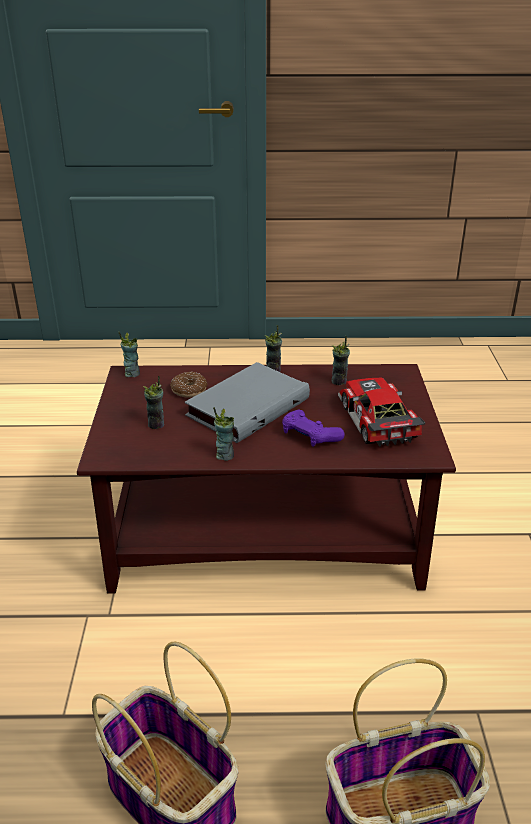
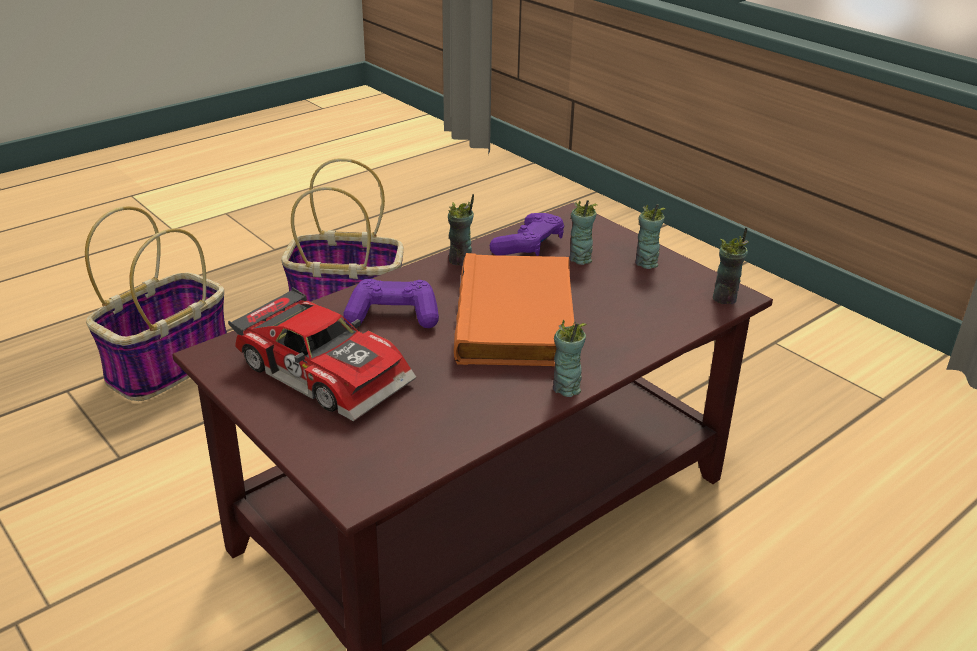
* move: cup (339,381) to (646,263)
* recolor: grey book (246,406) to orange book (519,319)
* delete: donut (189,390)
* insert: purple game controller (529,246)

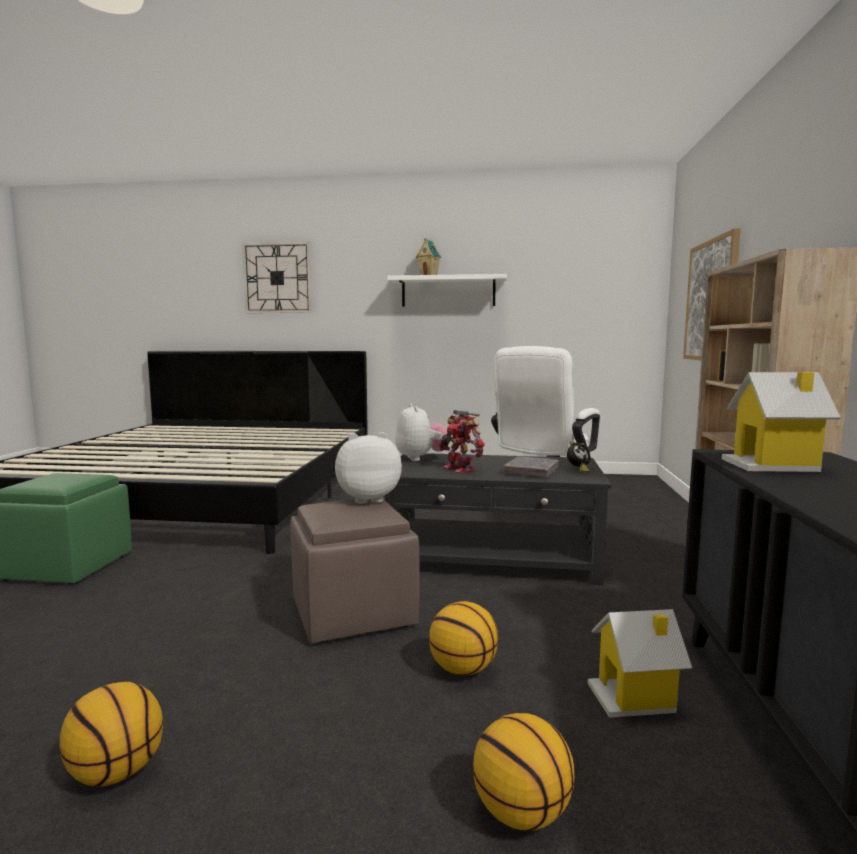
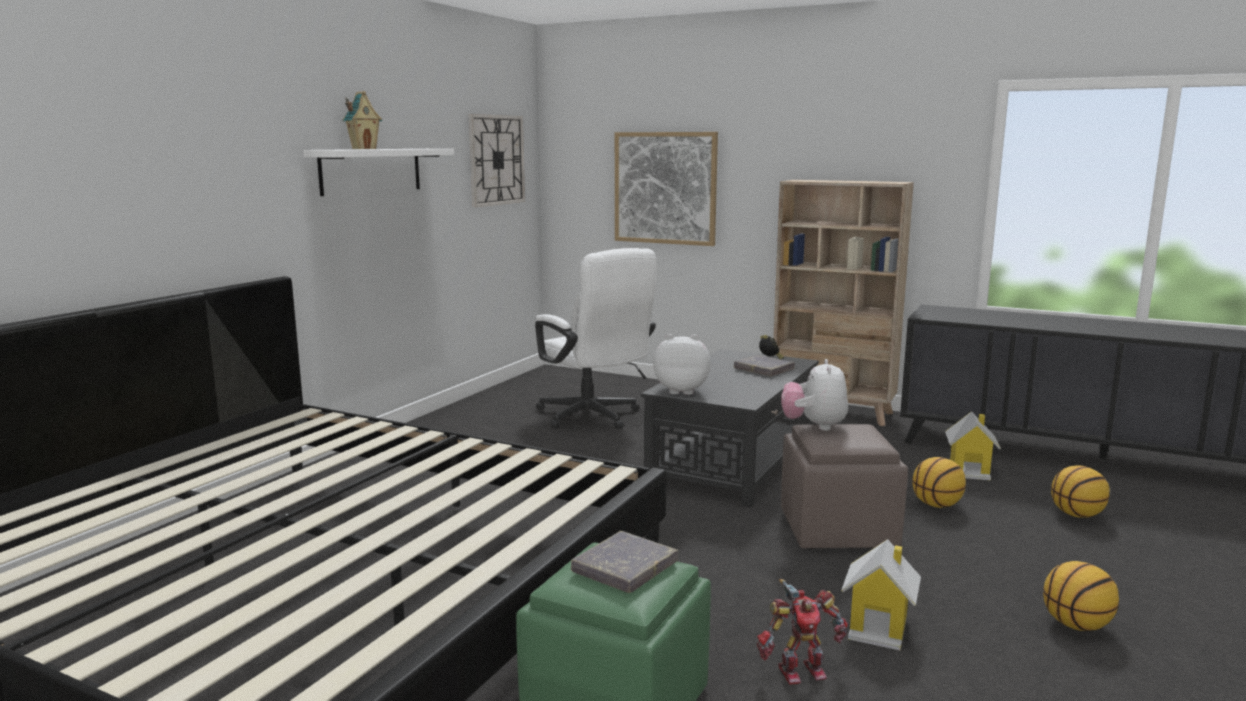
* move: wall clock (277,278) to (496,160)
* move: toy house (773,465) to (879,627)
* move: toy robot (460,469) to (800,670)
* insert: grey book (624,568)

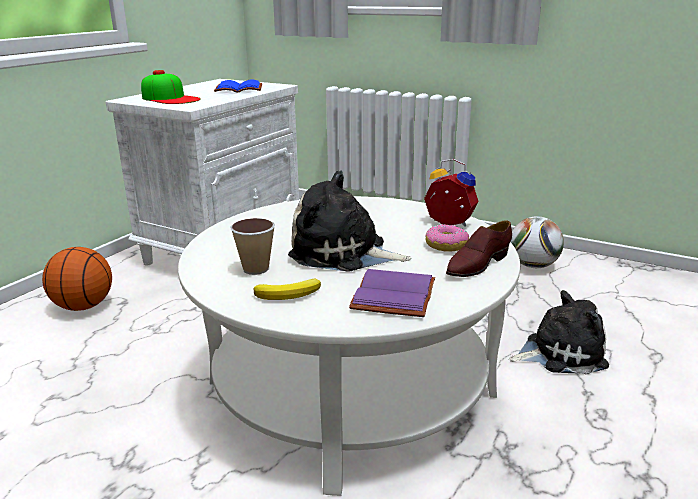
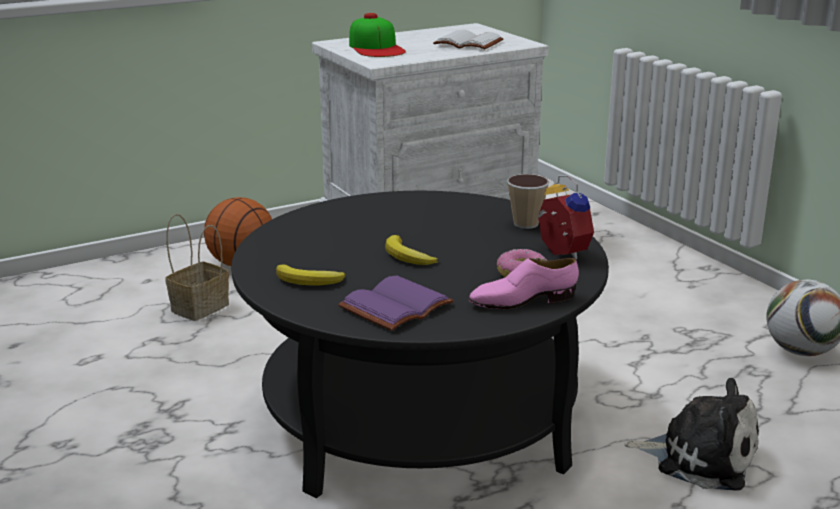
* recolor: blue book (238,89) to white book (466,44)
* replace: plush toy (343,253) to banana (407,256)
* recolor: white coffee table (350,387) to black coffee table (419,414)
* move: cup (256,269) to (526,224)
* recolor: brown shoe (477,264) to pink shoe (522,300)
* insert: basket (200,306)

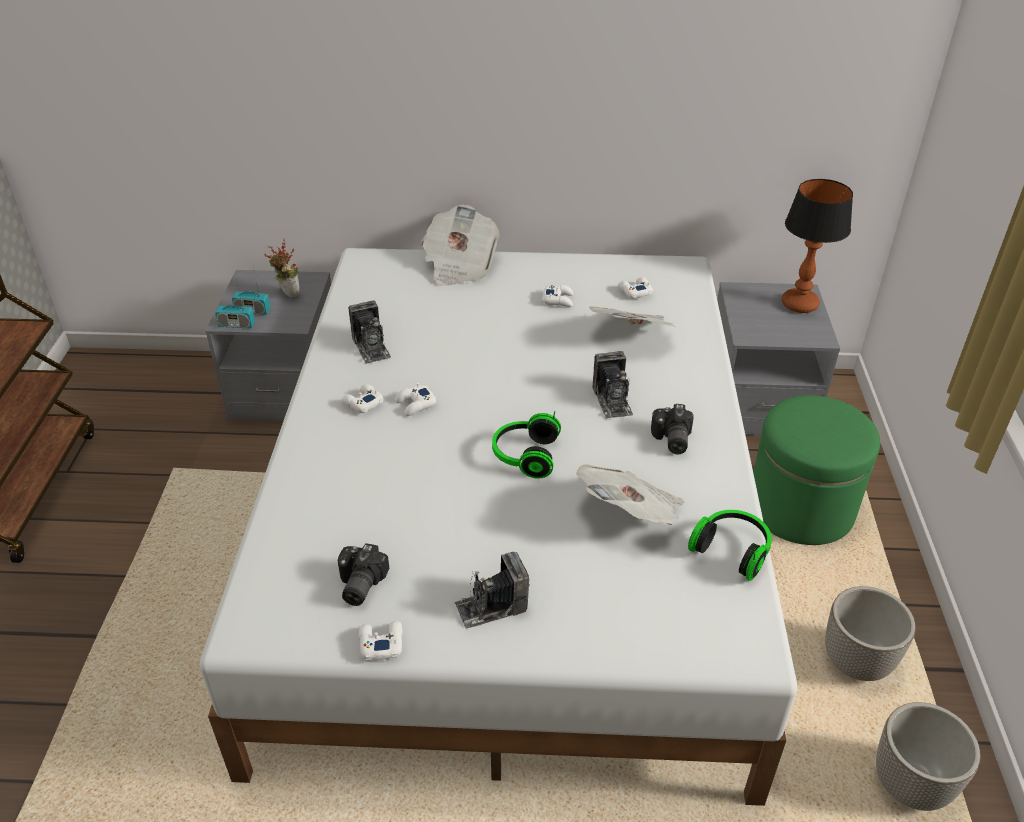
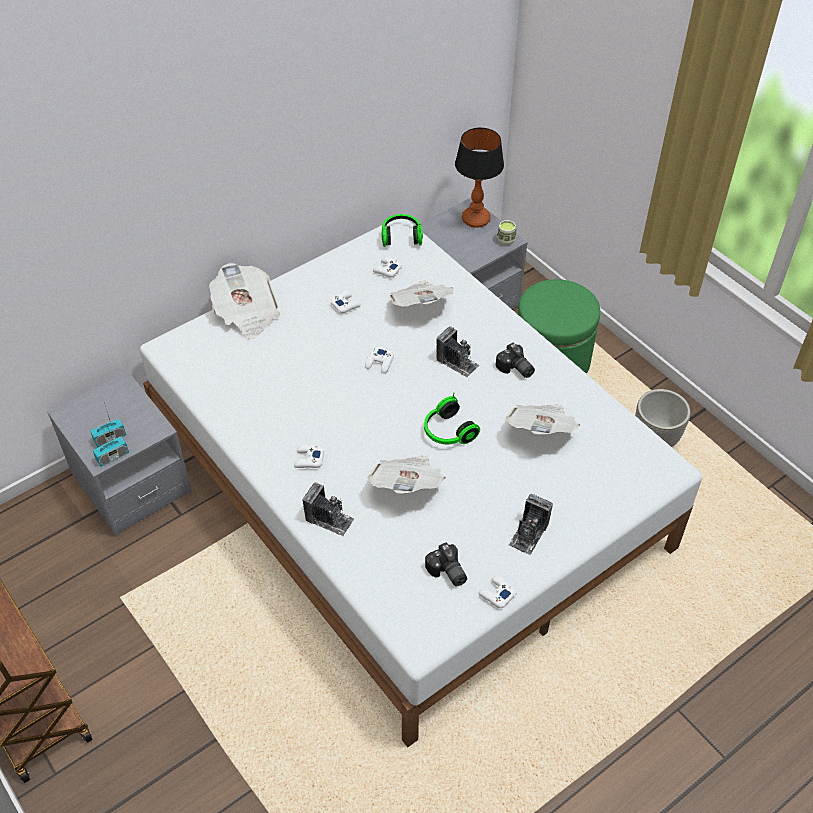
* delete: potted plant (287,294)
* move: photo camera (371,347) to (329,519)
* move: white game controller (415,404) to (380,363)
* move: headphones (732,550) to (401,237)
* delete: planter (909,784)
* insert: cup (506,240)
* insert: newspaper (407,486)

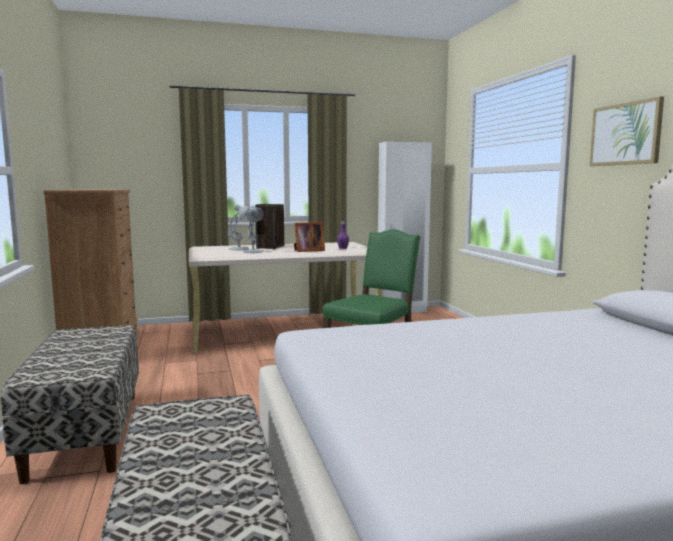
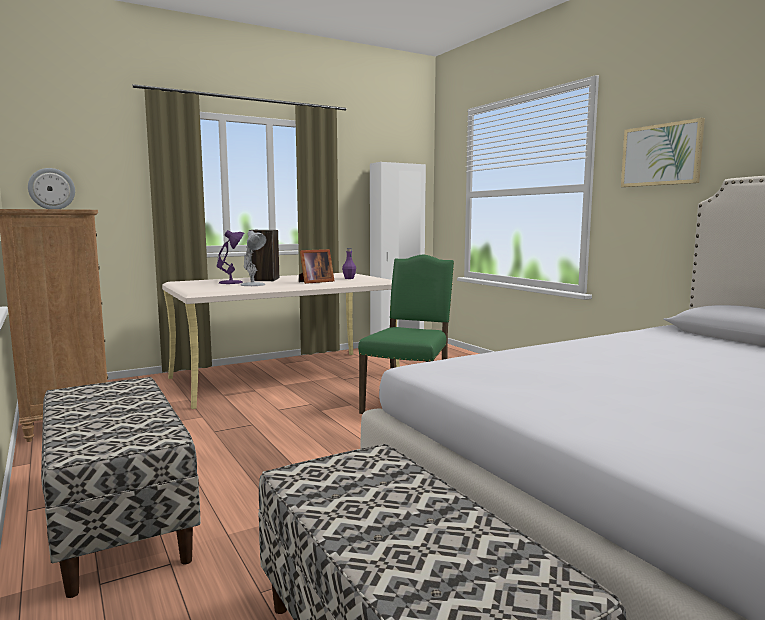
* recolor: white table lamp (240,249) to purple table lamp (232,282)
* insert: wall clock (51,189)

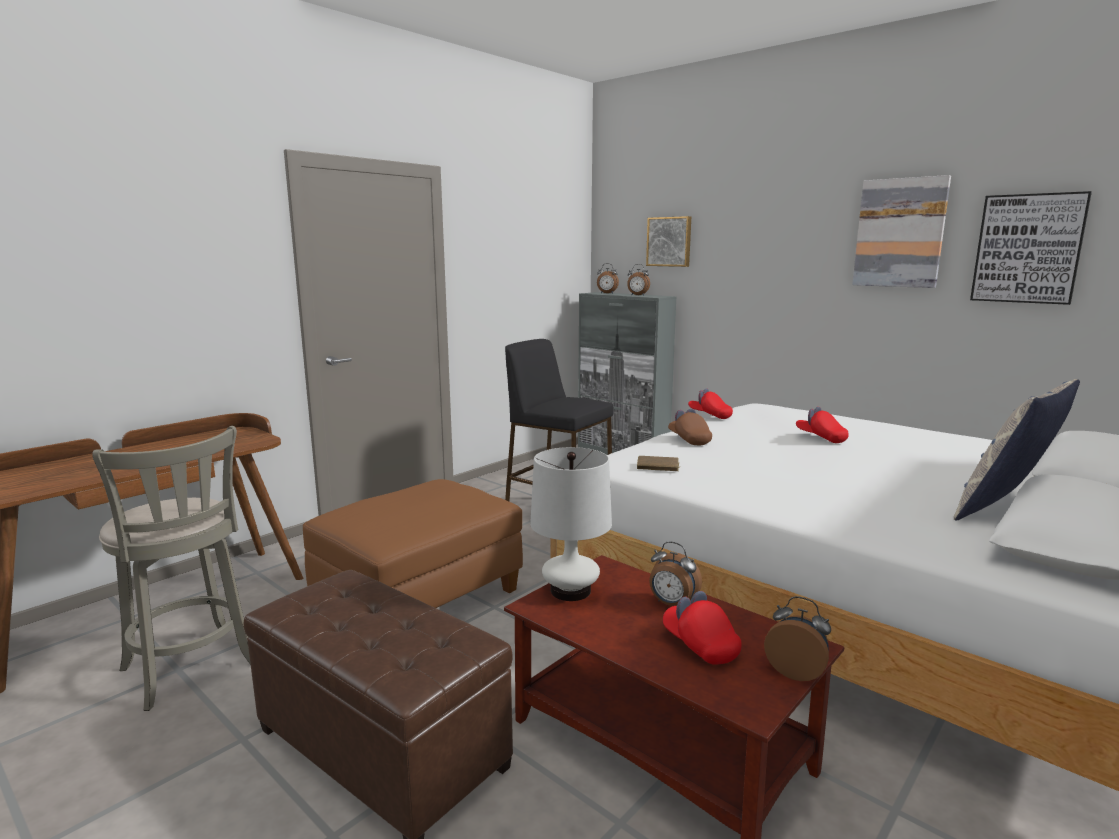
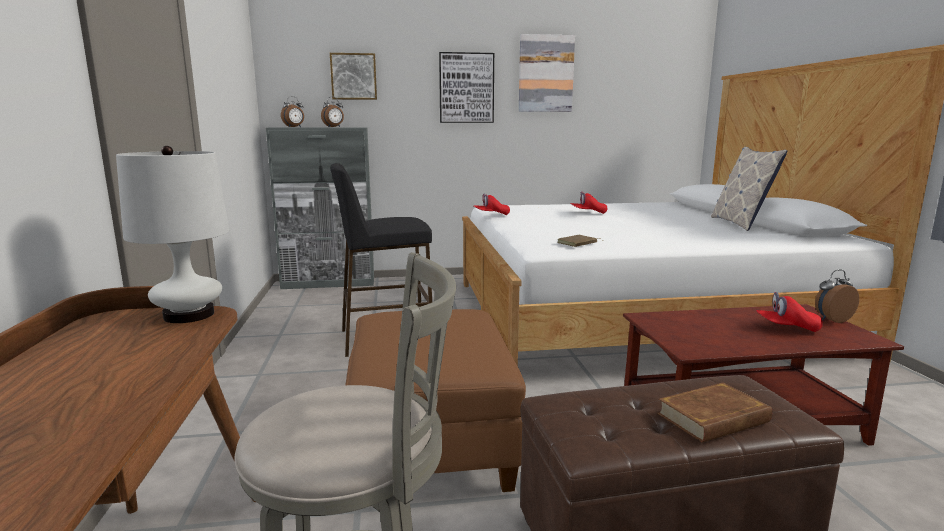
* move: picture (1028,249) to (466,88)
* delete: brown cap (689,439)
* move: white table lamp (570,591) to (189,315)
* delete: alarm clock (672,604)
* insert: brown book (714,418)

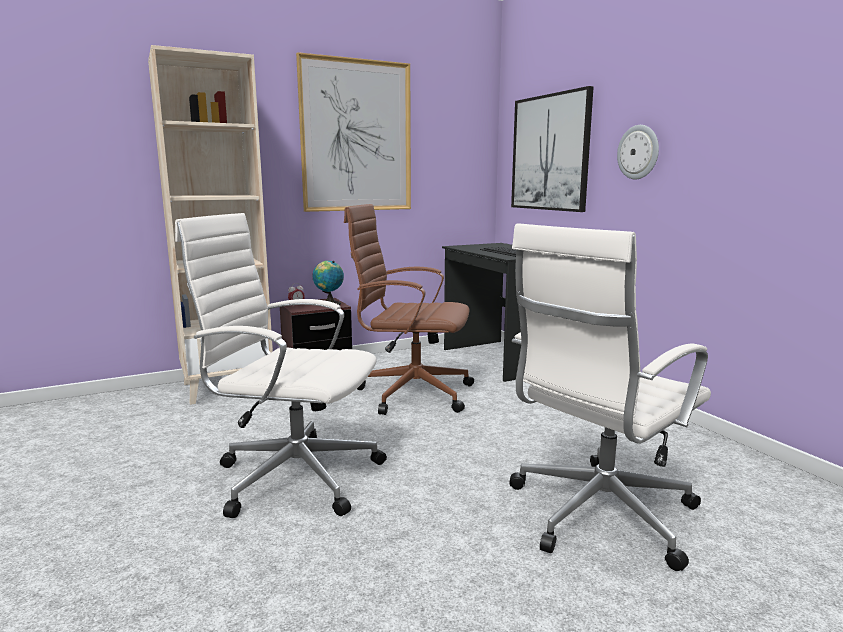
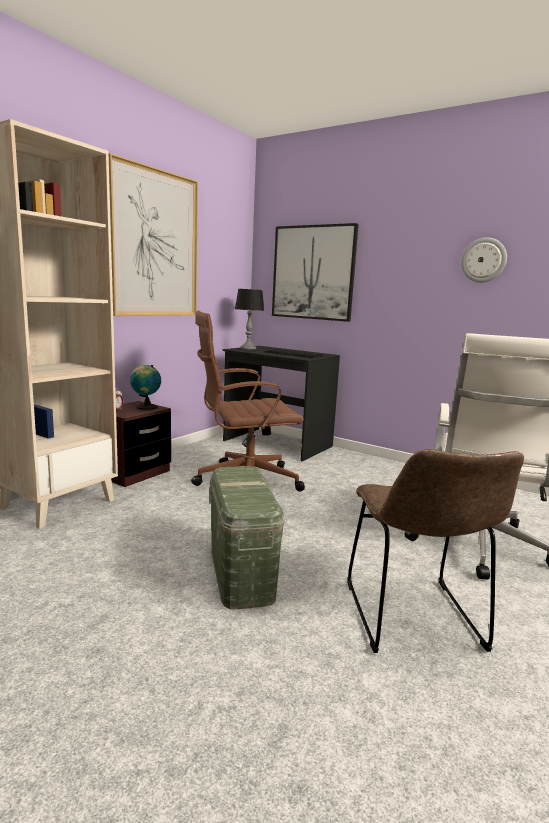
* move: wall clock (638,152) to (483,260)
* replace: white office chair (293,475) to green storage box (240,572)
* insert: table lamp (248,348)
* insert: brown chair (414,620)

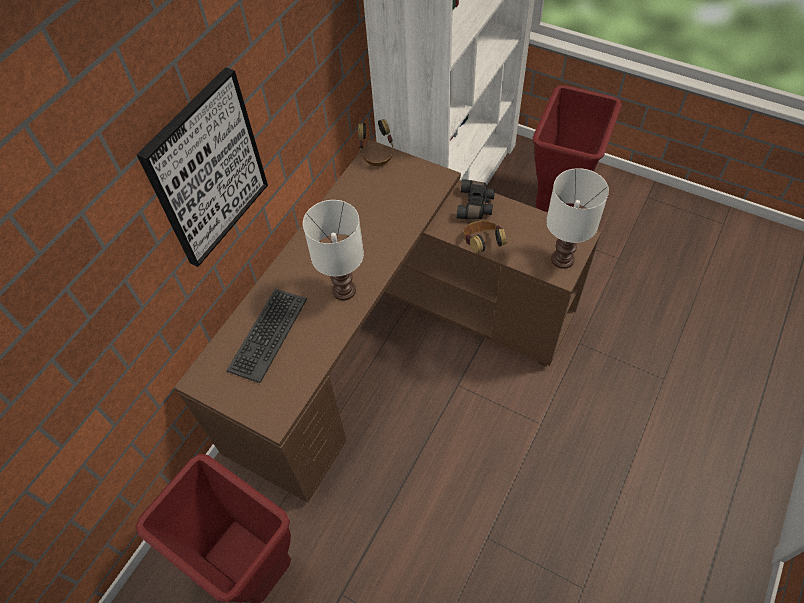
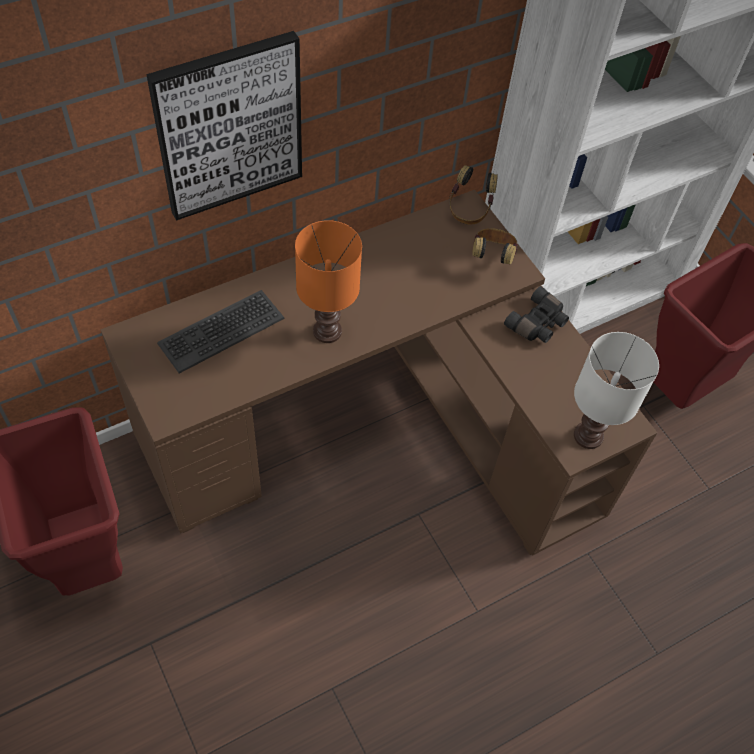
* recolor: white table lamp (345,290) to orange table lamp (328,331)
* move: headphones (482,244) to (492,257)

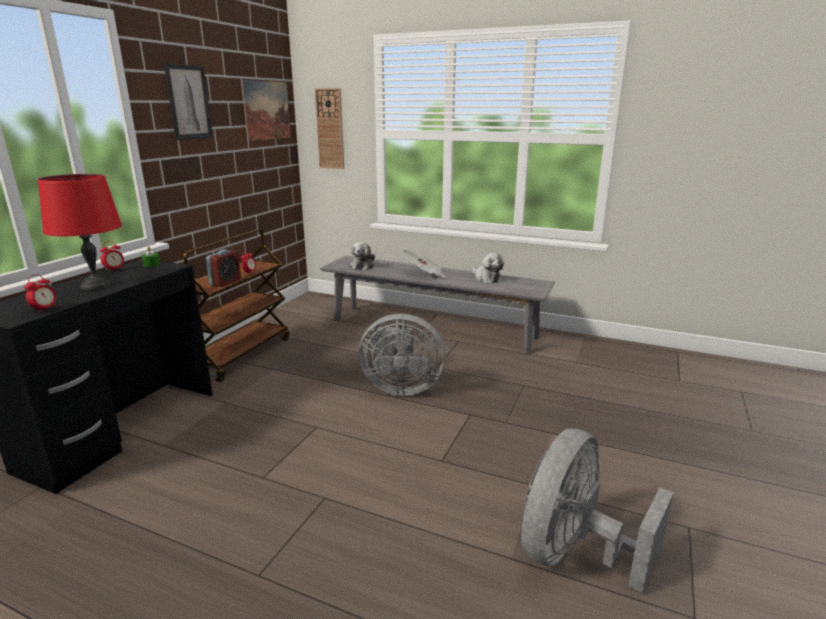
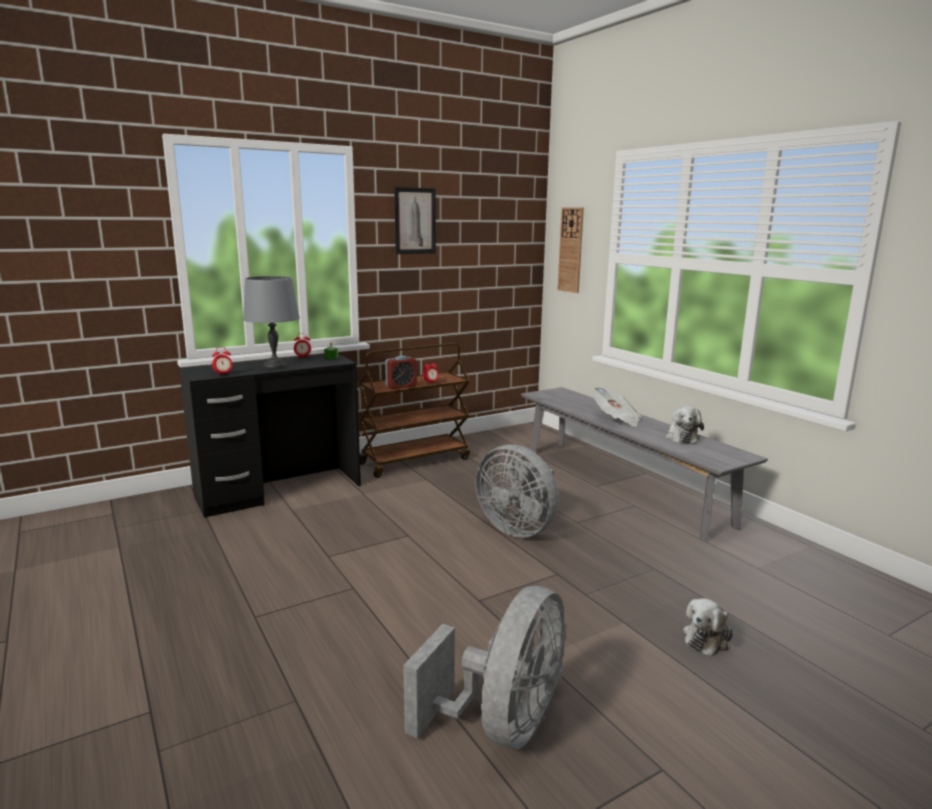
* delete: picture (267,110)
* recolor: red table lamp (95,285) to grey table lamp (274,365)
* move: plush toy (362,266) to (707,638)
* rotate: grey fan (574,553) = (502,724) 135 degrees clockwise

